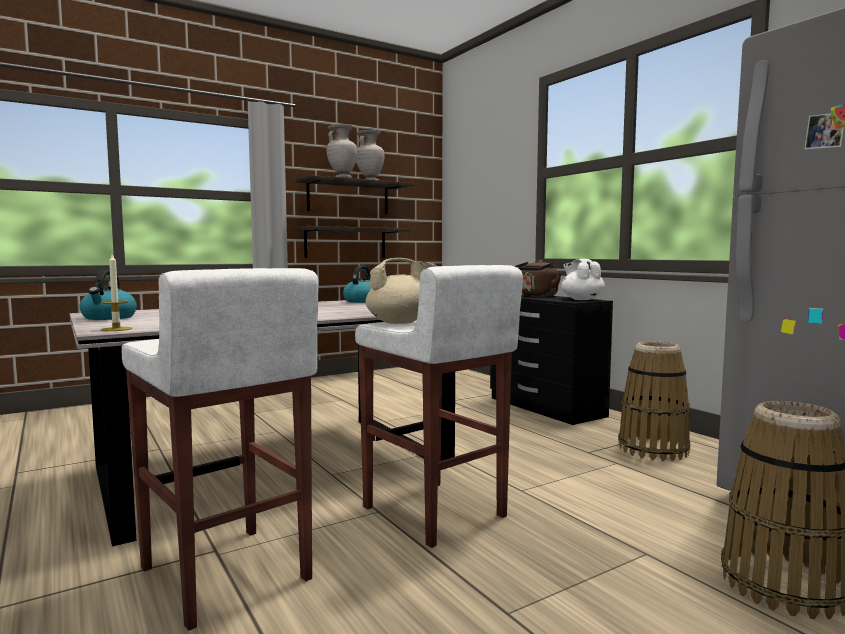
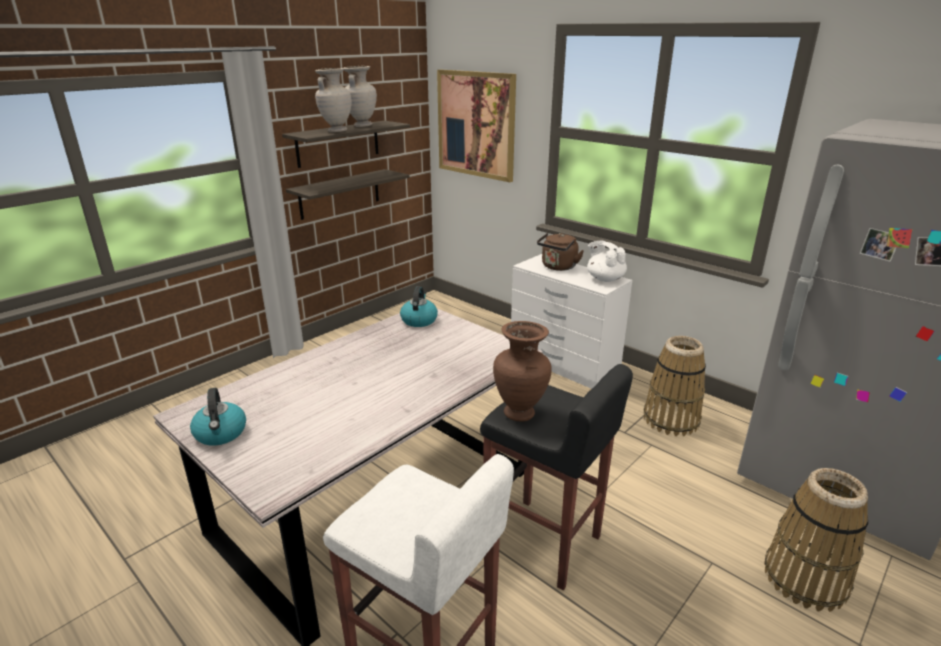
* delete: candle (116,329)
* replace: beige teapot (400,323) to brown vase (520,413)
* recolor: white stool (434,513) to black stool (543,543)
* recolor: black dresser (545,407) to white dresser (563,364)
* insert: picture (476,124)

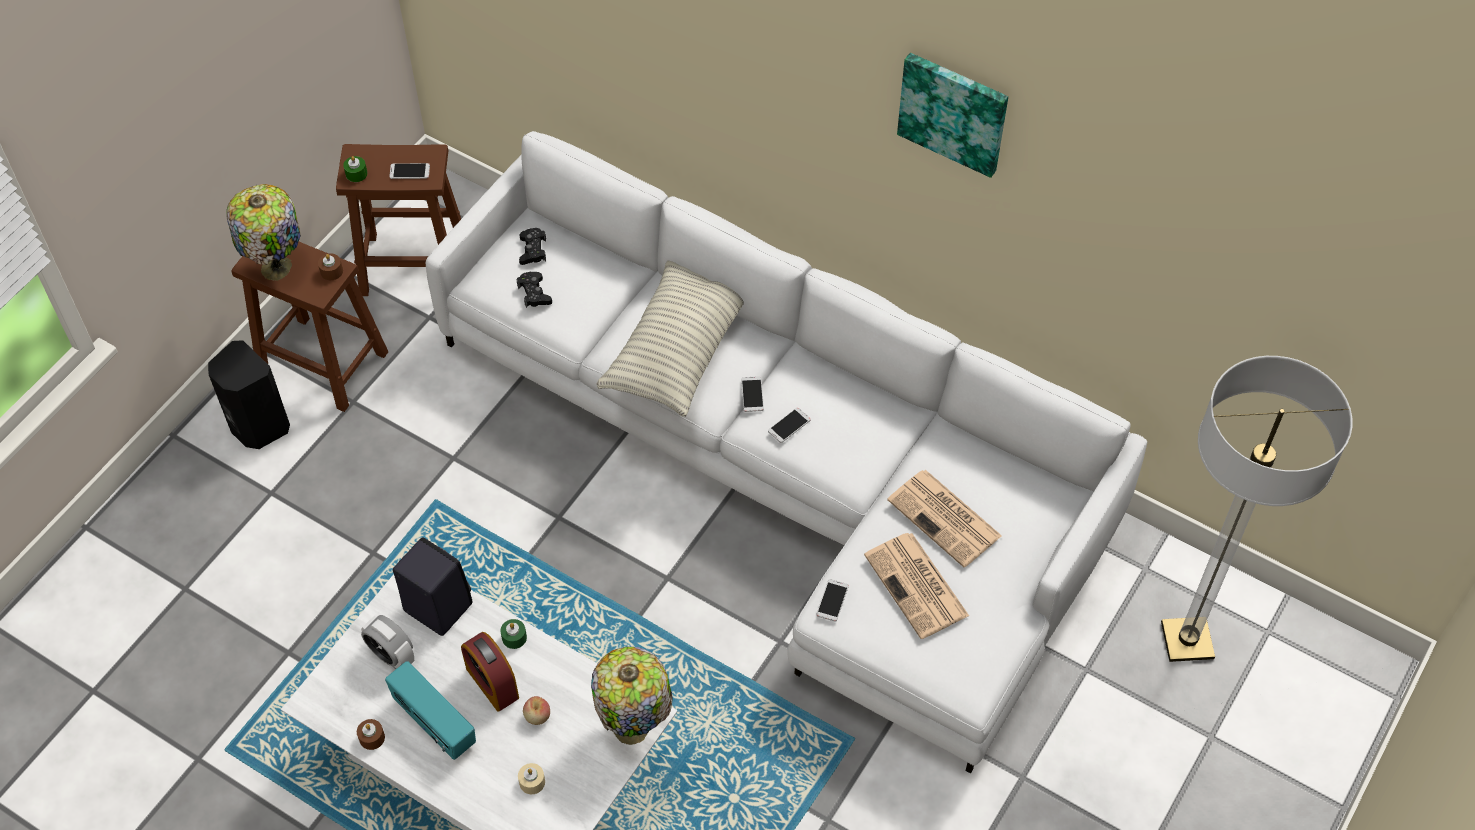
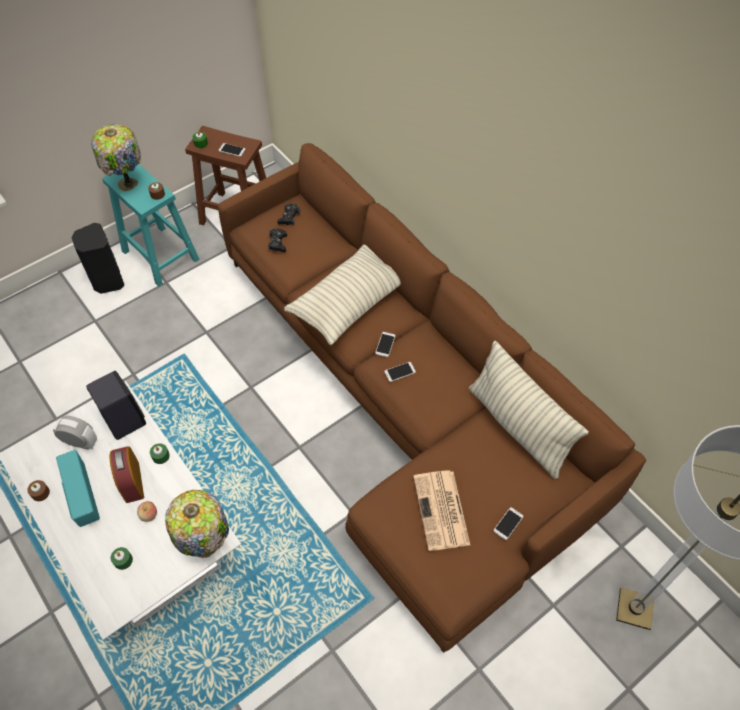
* delete: picture (954,112)
* recolor: white sofa (791,471) to brown sofa (406,403)
* recolor: brown stool (325,363) to turquoise stool (161,256)
* delete: newspaper (946,519)
* move: phone (832,600) to (508,523)
* rotate: alarm clock (392,656) = (80,442) 135 degrees clockwise
* recolor: beige candle (532,782) to green candle (123,560)
* insert: pillow (518,427)

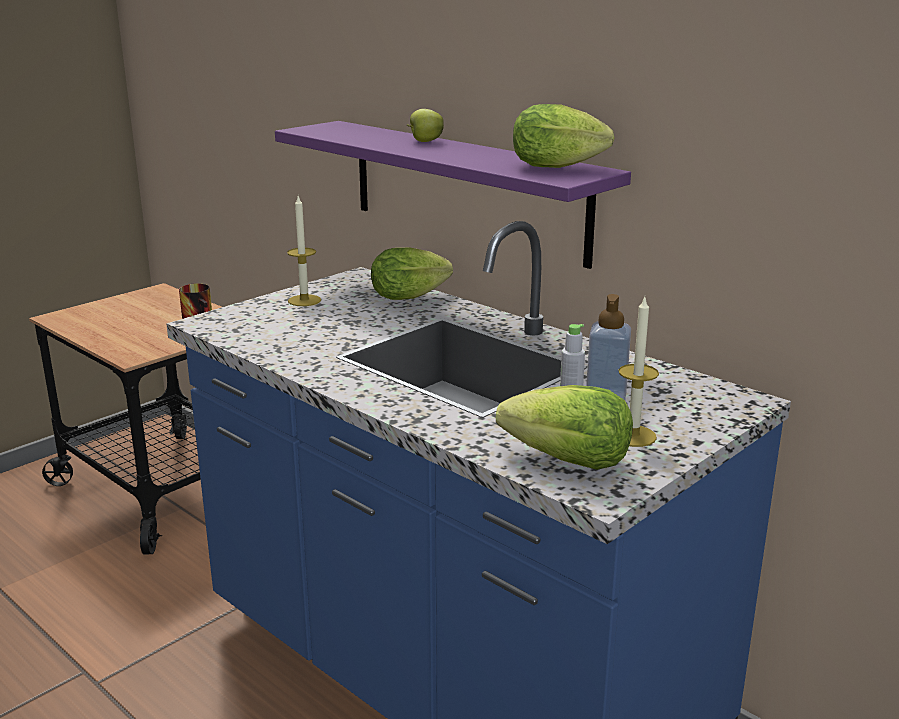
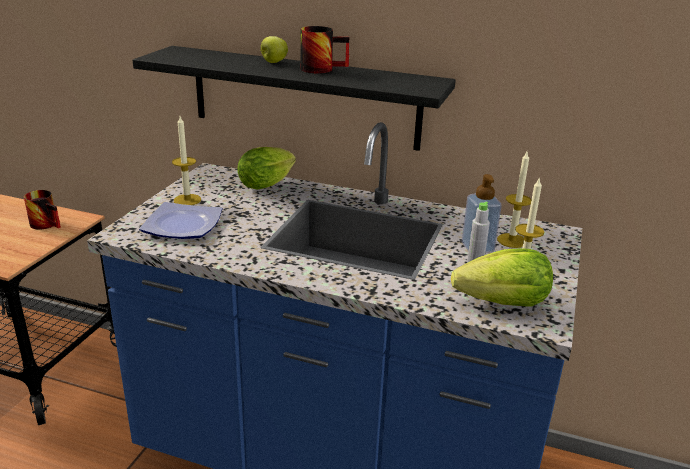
* delete: lettuce (562,167)
* recolor: purple shelf (466,190) to black shelf (304,97)
* insert: mug (322,68)
* insert: candle (512,240)
* insert: plate (181,226)

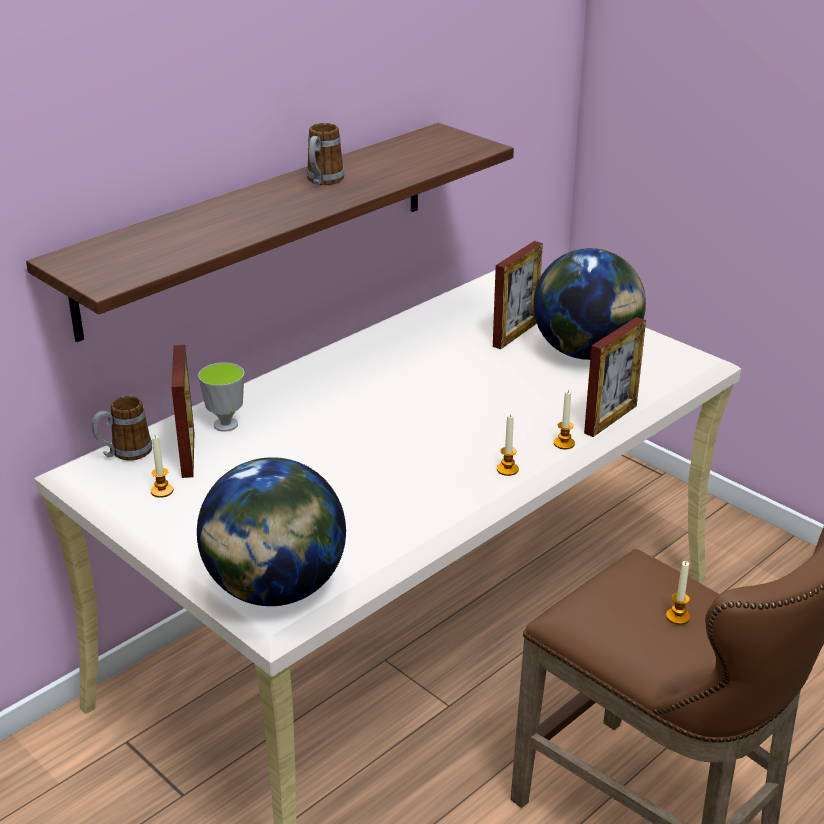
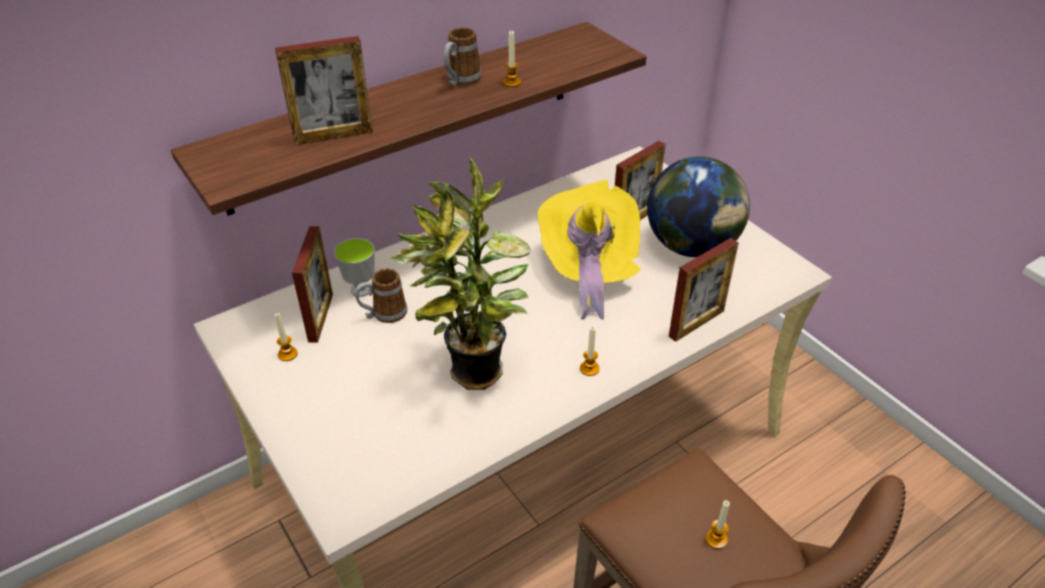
* move: candle (564,443) to (511,82)
* move: mug (124,453) to (383,315)
* delete: globe (275,589)
* insert: picture frame (333,136)
* insert: potted plant (473,376)
* insert: yellow hat (588,270)

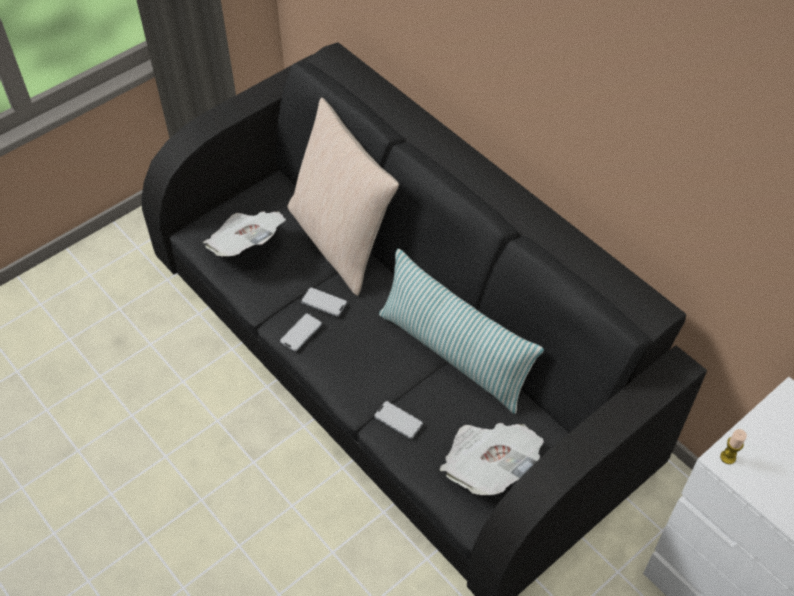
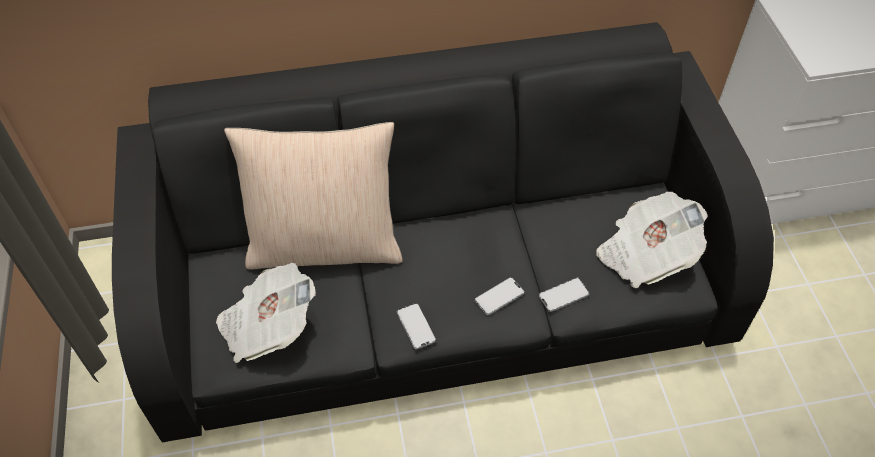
* delete: pillow (453,354)
* move: phone (324,302) to (499,297)
* delete: candle (728,457)

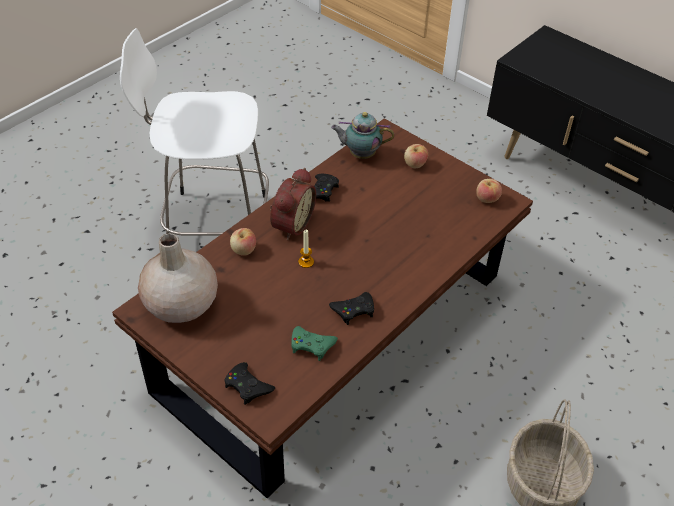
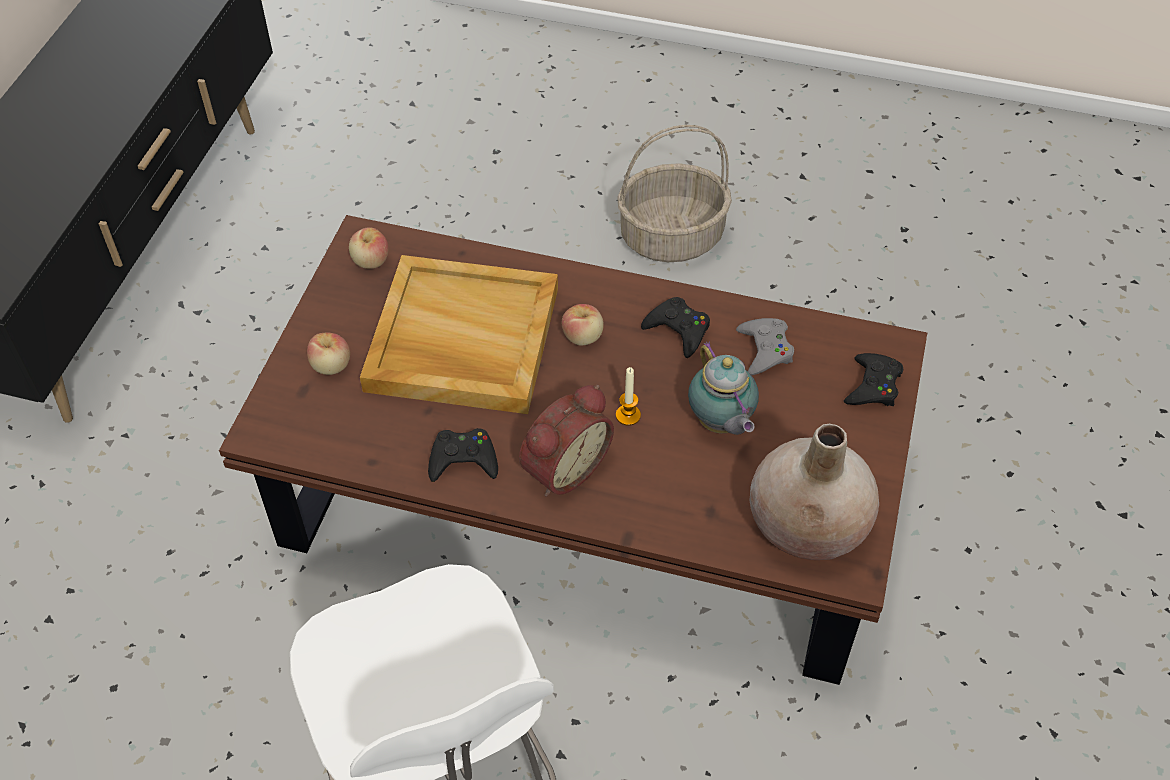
* move: teapot (360,154) to (720,424)
* rotate: alarm clock (290,224) = (562,467) 135 degrees clockwise
* move: apple (243,250) to (583,337)
* recolor: green game controller (311,345) to grey game controller (765,350)
* insert: beige tray (461,340)

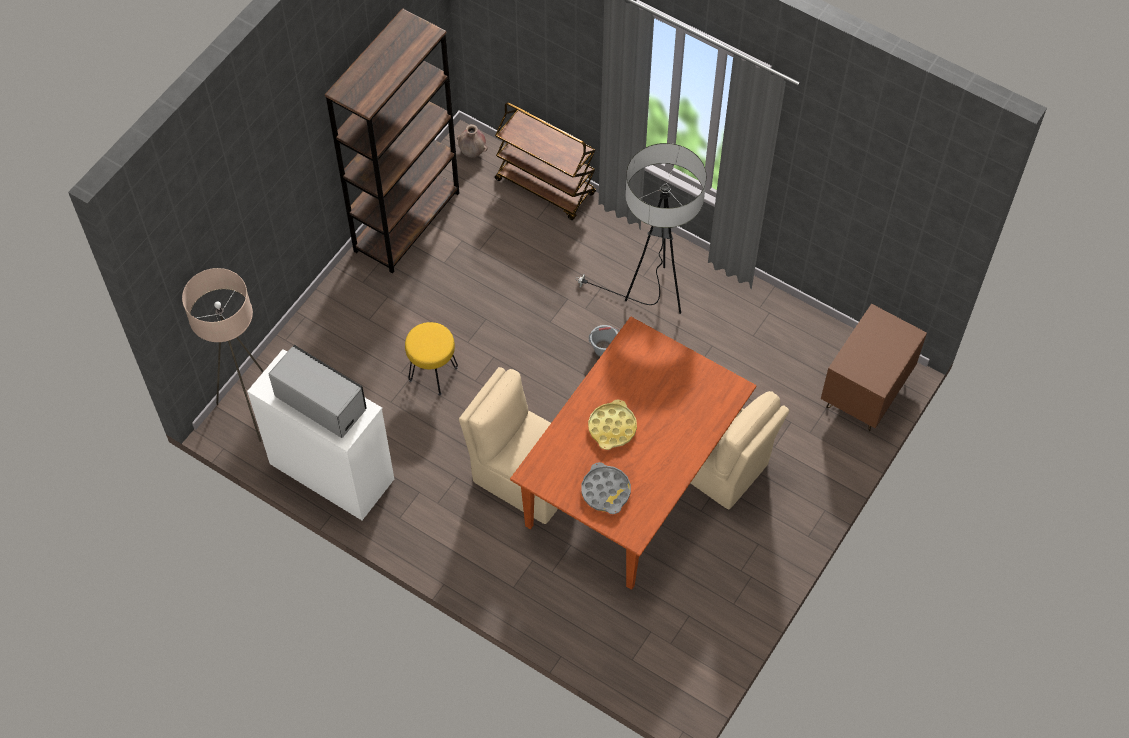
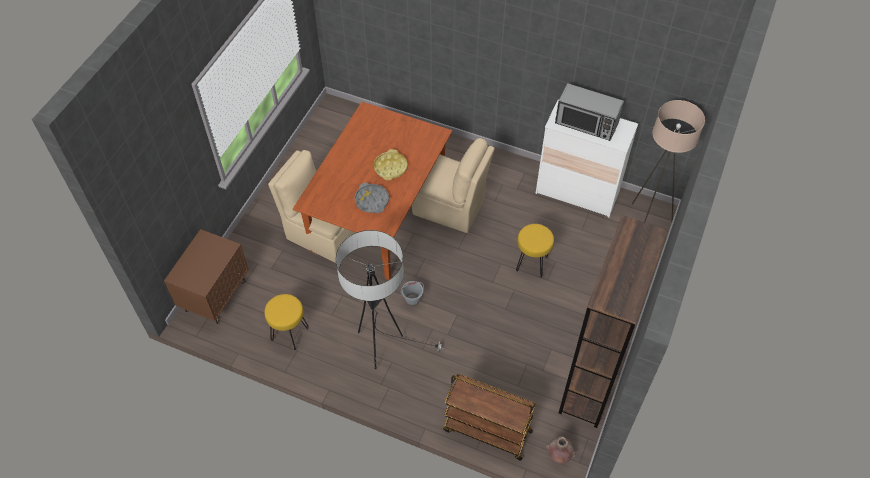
* move: grey tray (606,491) to (372,200)
* insert: yellow stool (289,334)

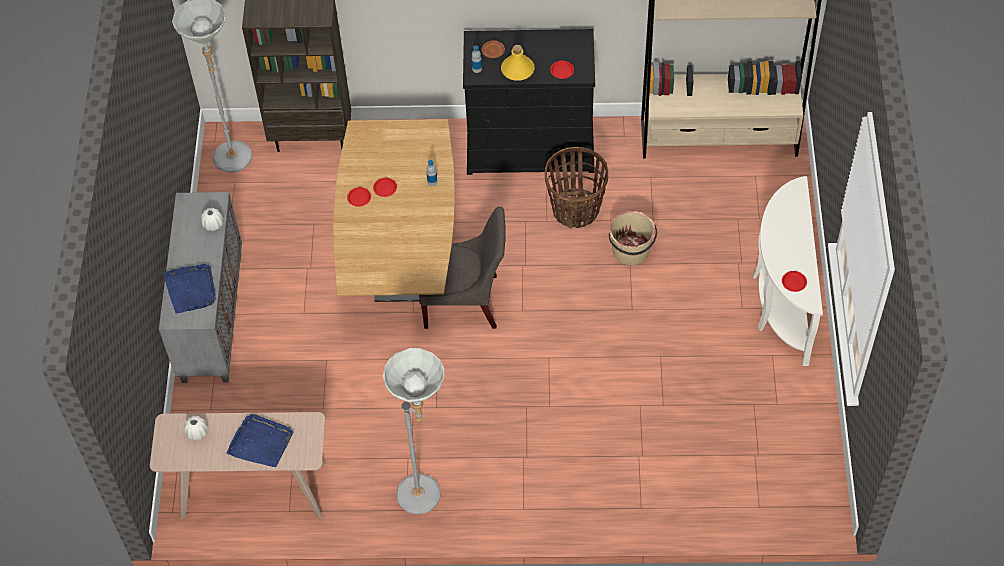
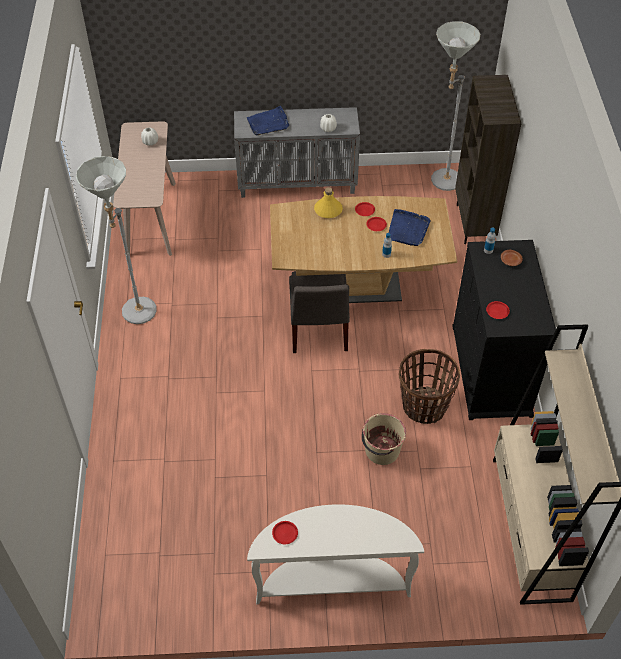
* move: yellow bottle (517,69) to (328,210)
* move: blue tray (261,442) to (408,229)

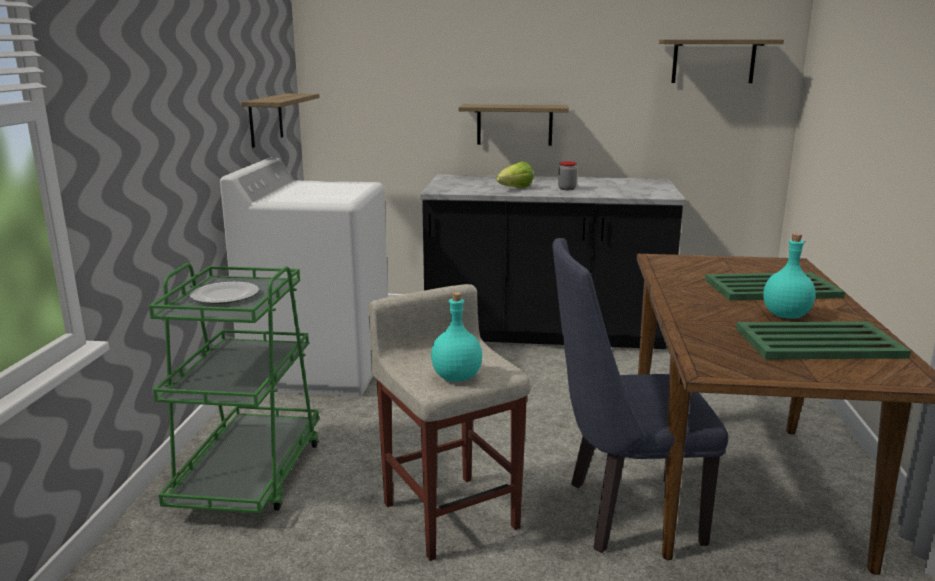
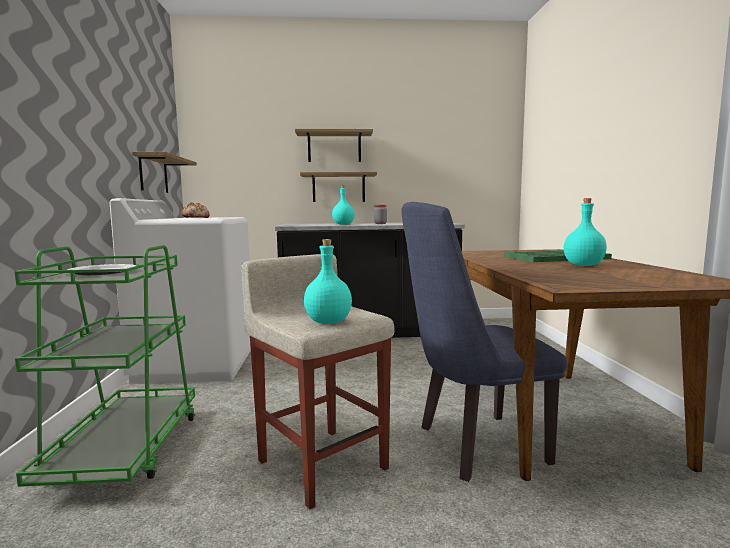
* move: shelf (713,61) to (334,147)
* replace: lettuce (514,189) to turquoise bottle (343,224)
* delete: green tray (816,342)
* insert: bread (196,218)

